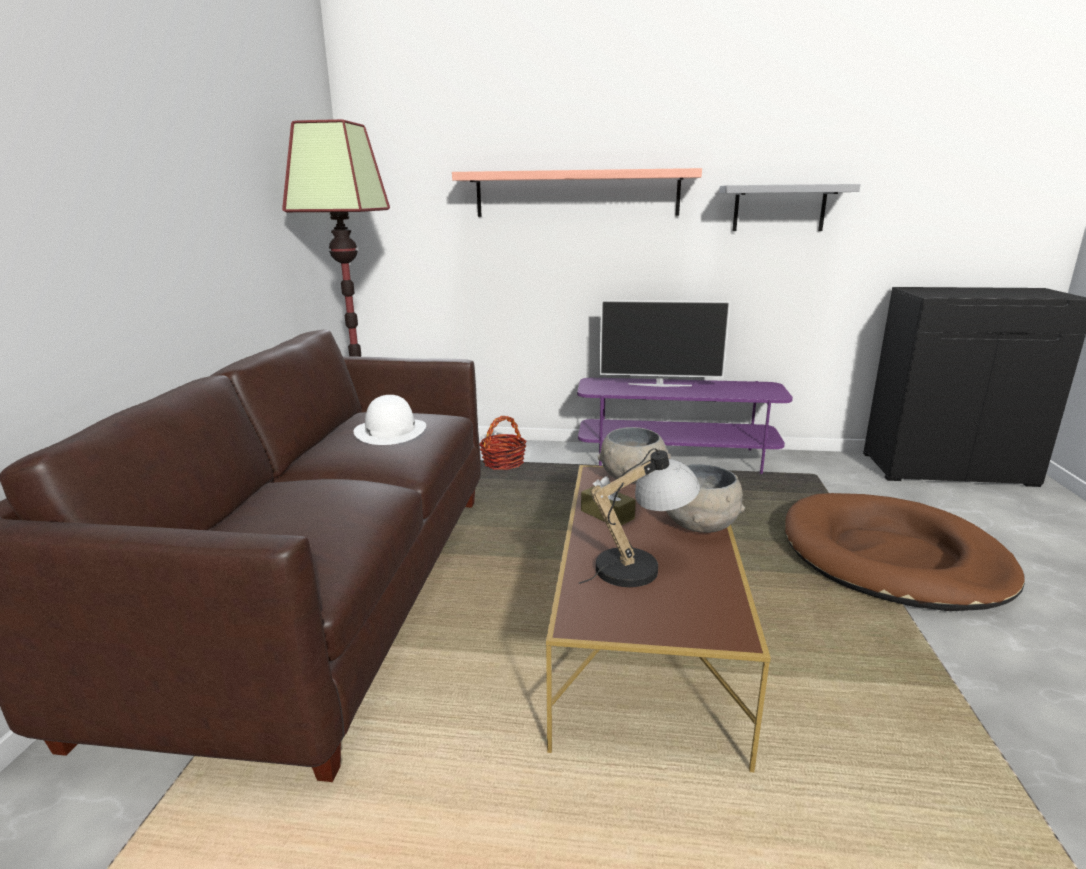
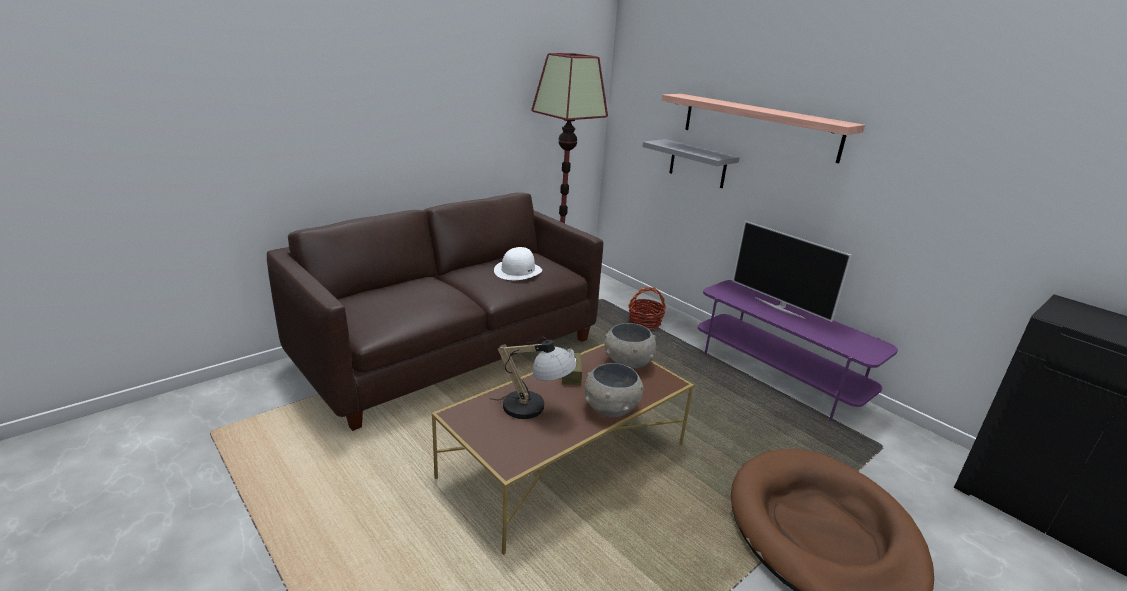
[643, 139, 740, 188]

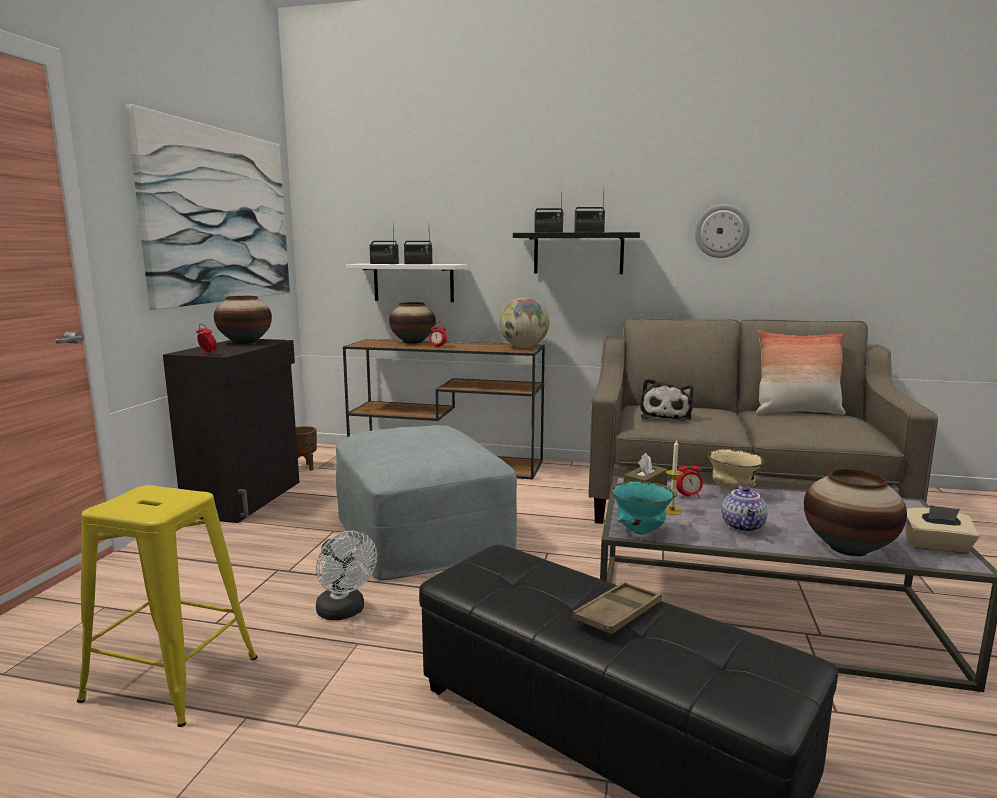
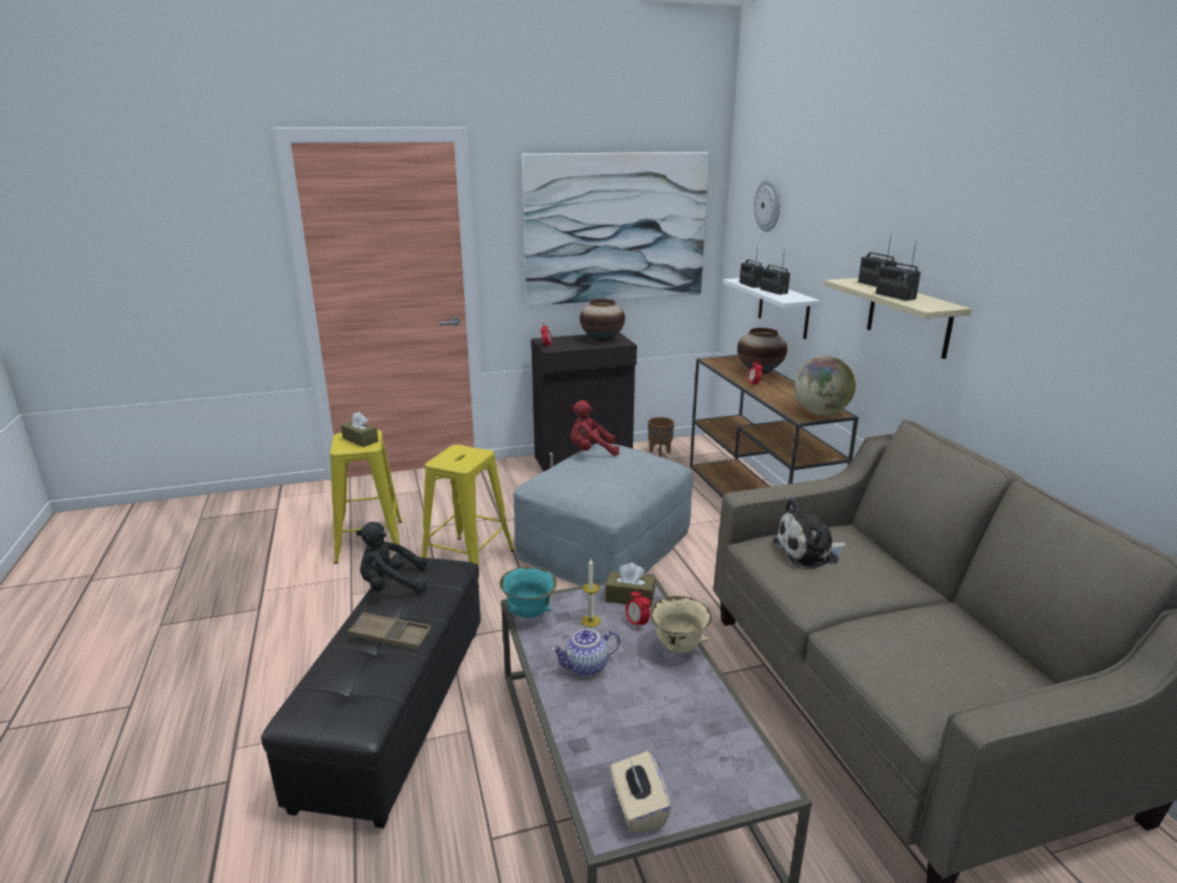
[754, 179, 780, 232]
[824, 278, 972, 359]
[756, 330, 846, 415] (first image)
[804, 469, 907, 556] (first image)
[421, 445, 514, 587]
[570, 400, 619, 456]
[341, 412, 378, 447]
[356, 522, 427, 594]

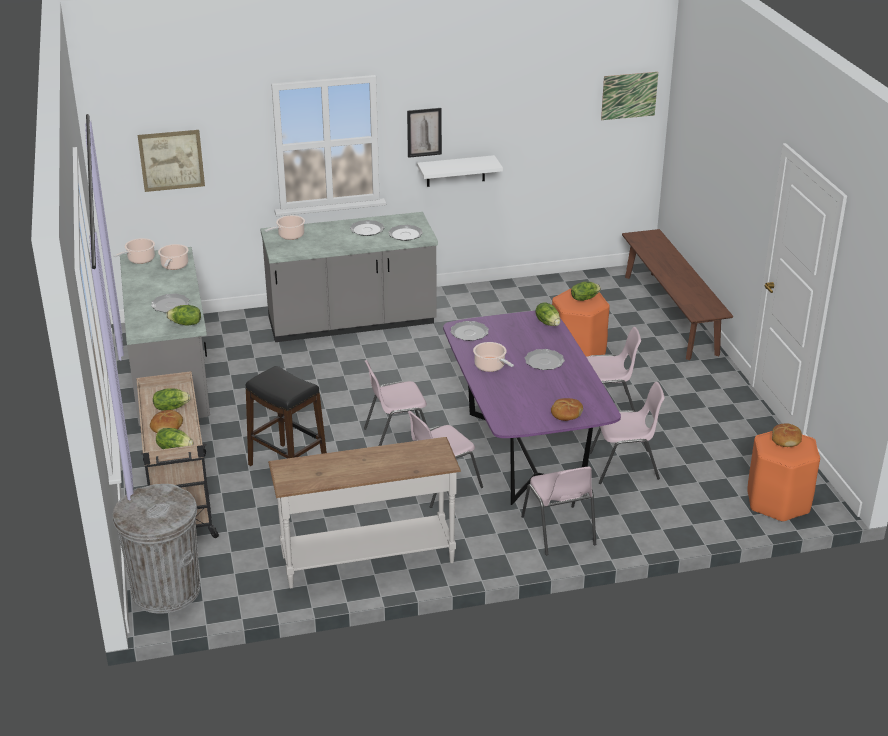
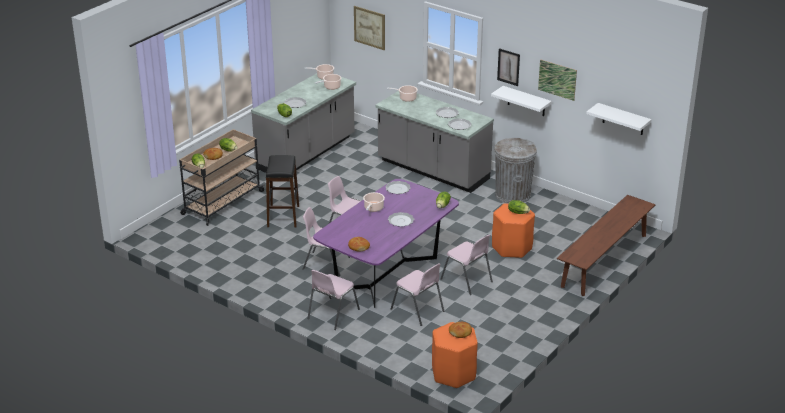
[538, 60, 577, 101]
[268, 437, 461, 588] (first image)
[494, 138, 537, 204]
[586, 103, 651, 135]

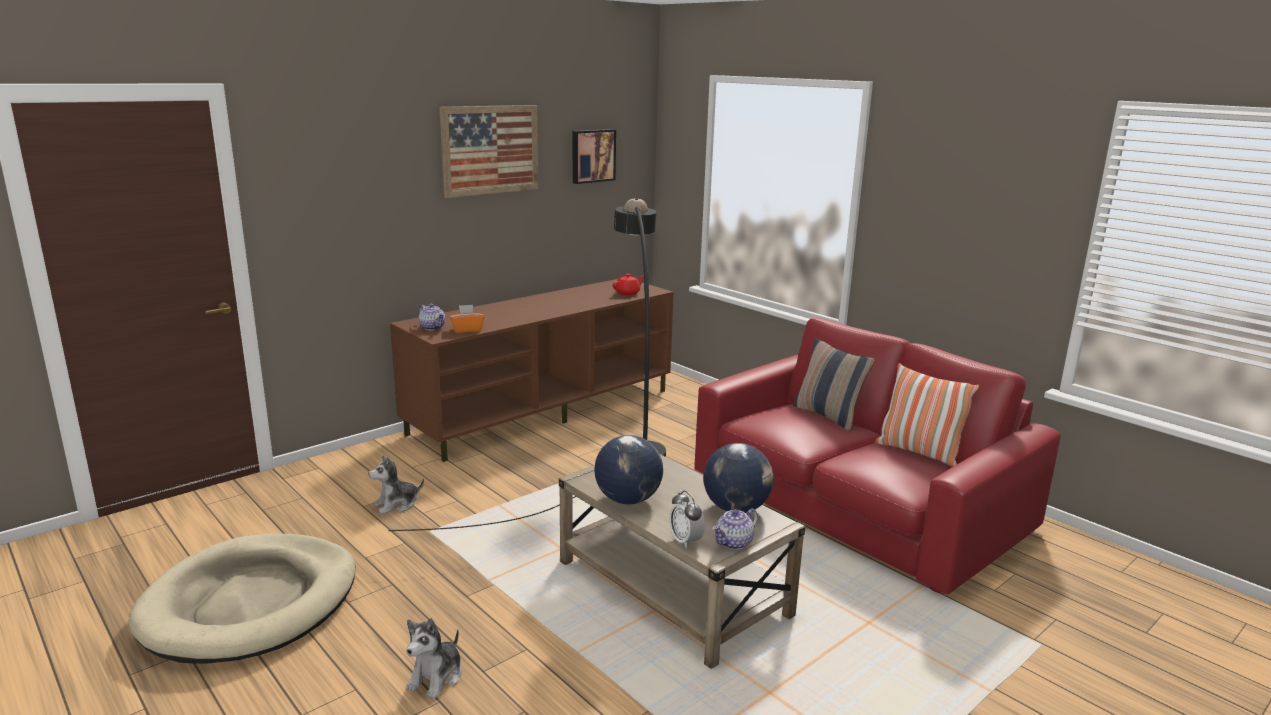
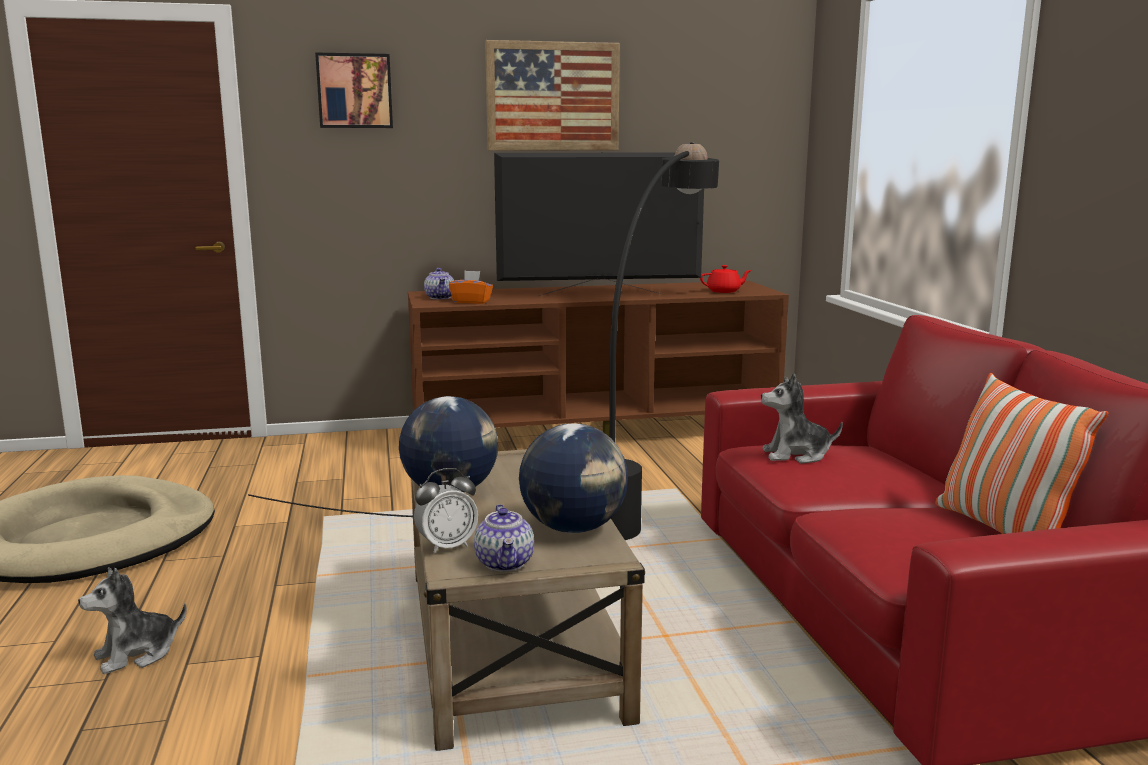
[315, 52, 393, 128]
[793, 338, 875, 431] (first image)
[761, 373, 843, 464]
[414, 468, 478, 554]
[474, 504, 534, 572]
[494, 153, 704, 296]

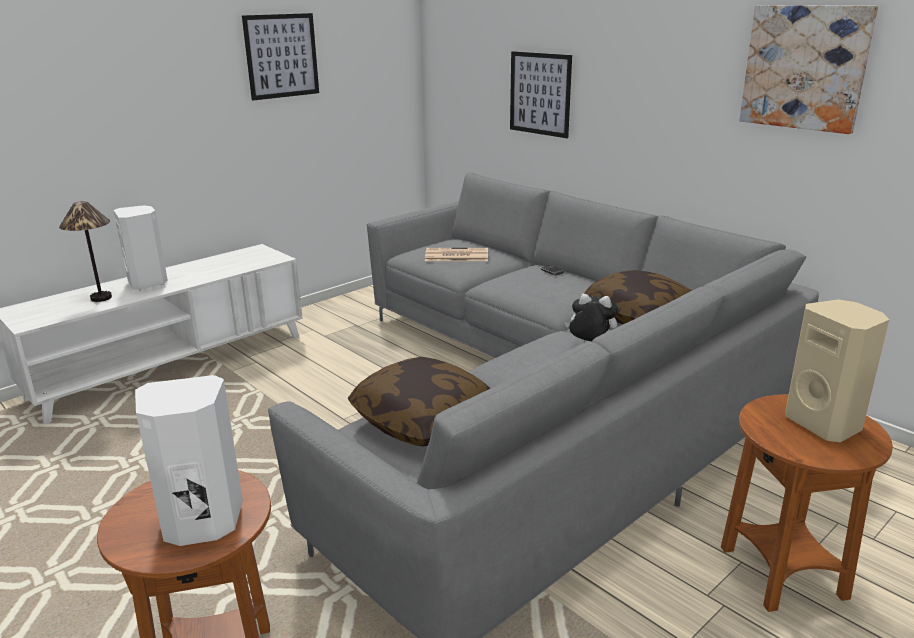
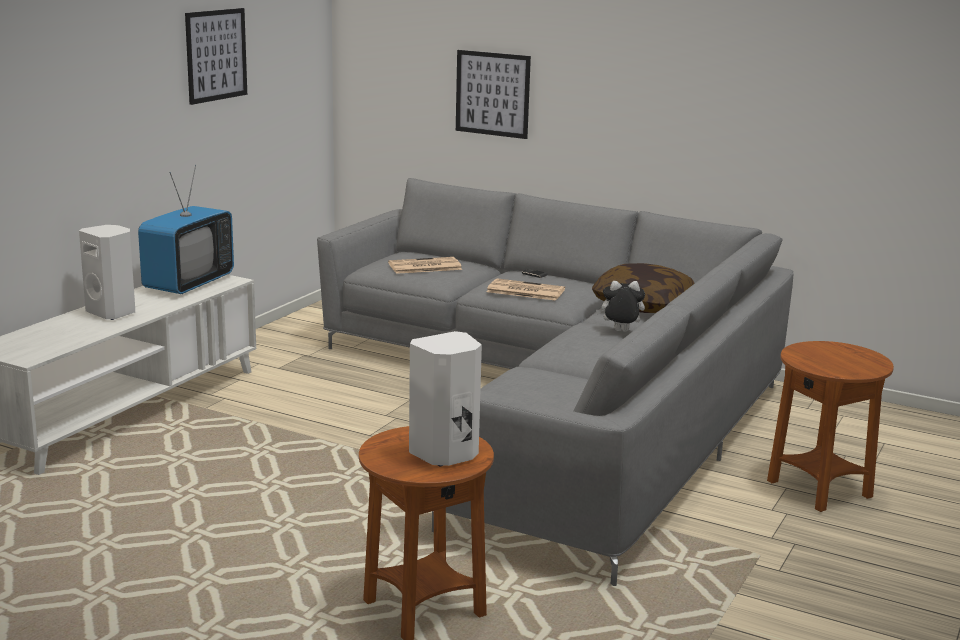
[739, 5, 878, 134] (first image)
[59, 201, 112, 302] (first image)
[785, 299, 889, 442] (first image)
[348, 357, 490, 446] (first image)
[138, 165, 234, 294]
[486, 278, 565, 301]

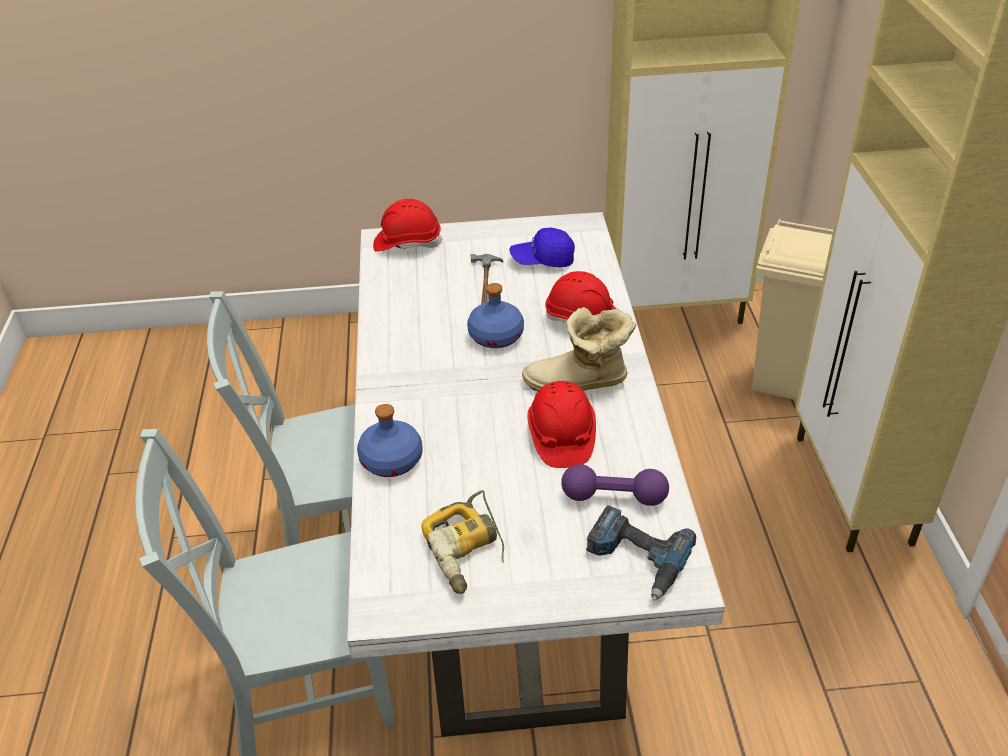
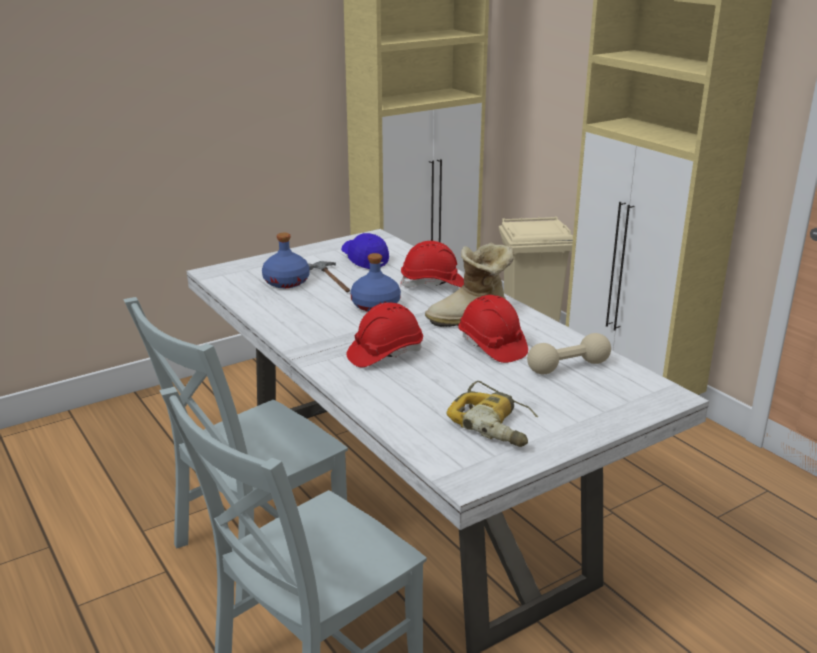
[346, 302, 423, 367]
[341, 233, 389, 269]
[262, 233, 310, 288]
[527, 333, 611, 374]
[586, 505, 696, 600] (first image)

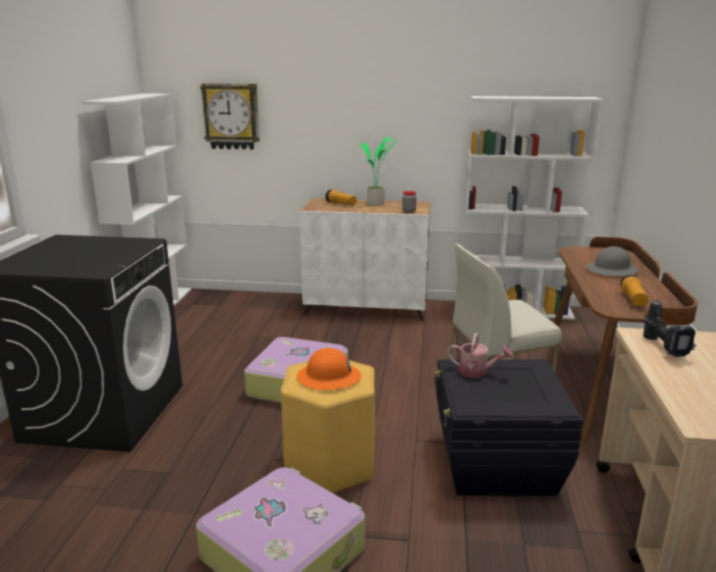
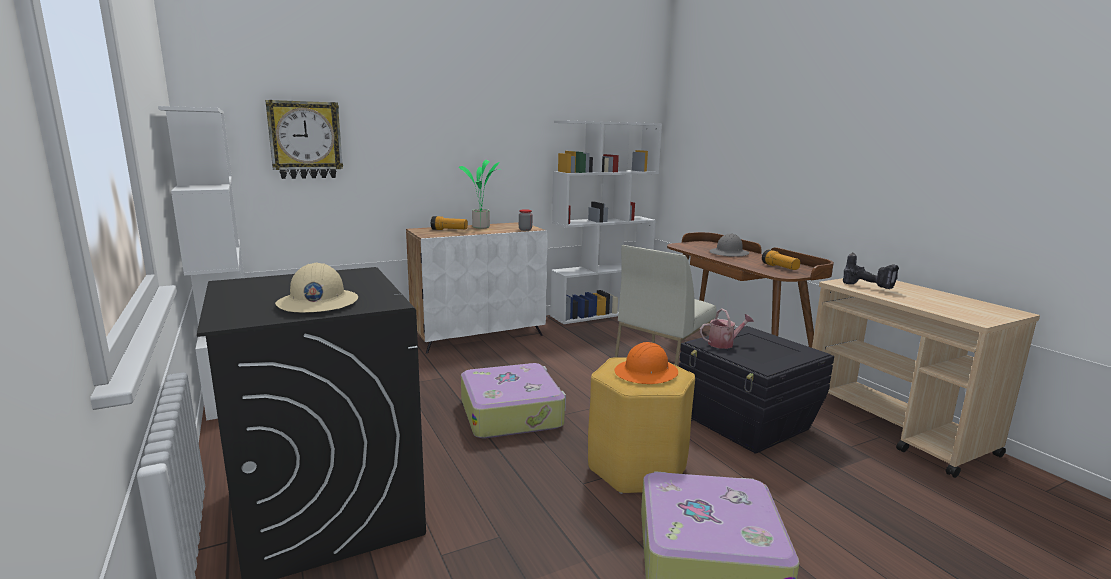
[275, 263, 358, 313]

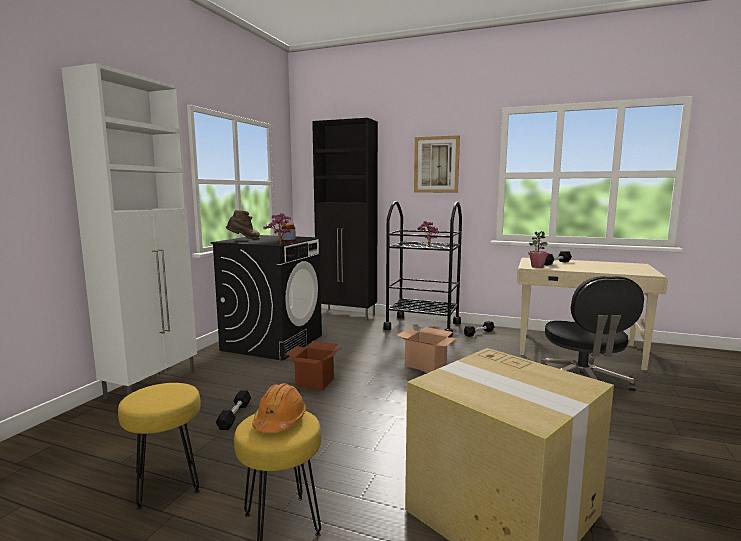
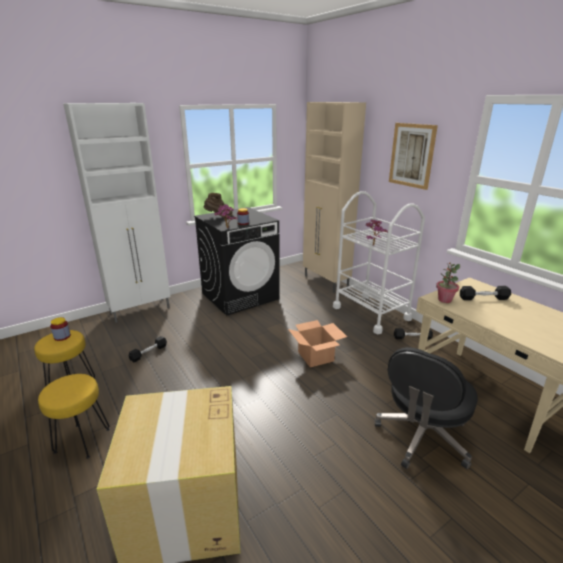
[303, 102, 366, 292]
[333, 191, 425, 334]
[285, 341, 341, 390] (first image)
[252, 383, 306, 432] (first image)
[50, 317, 71, 341]

